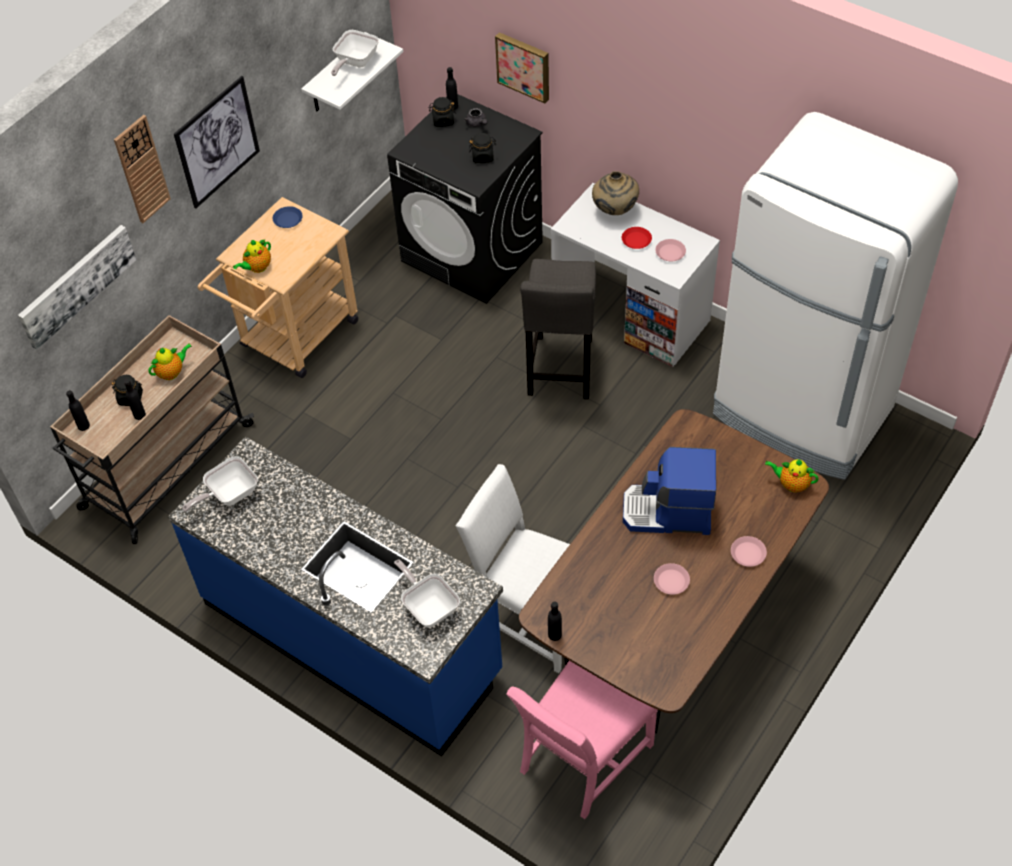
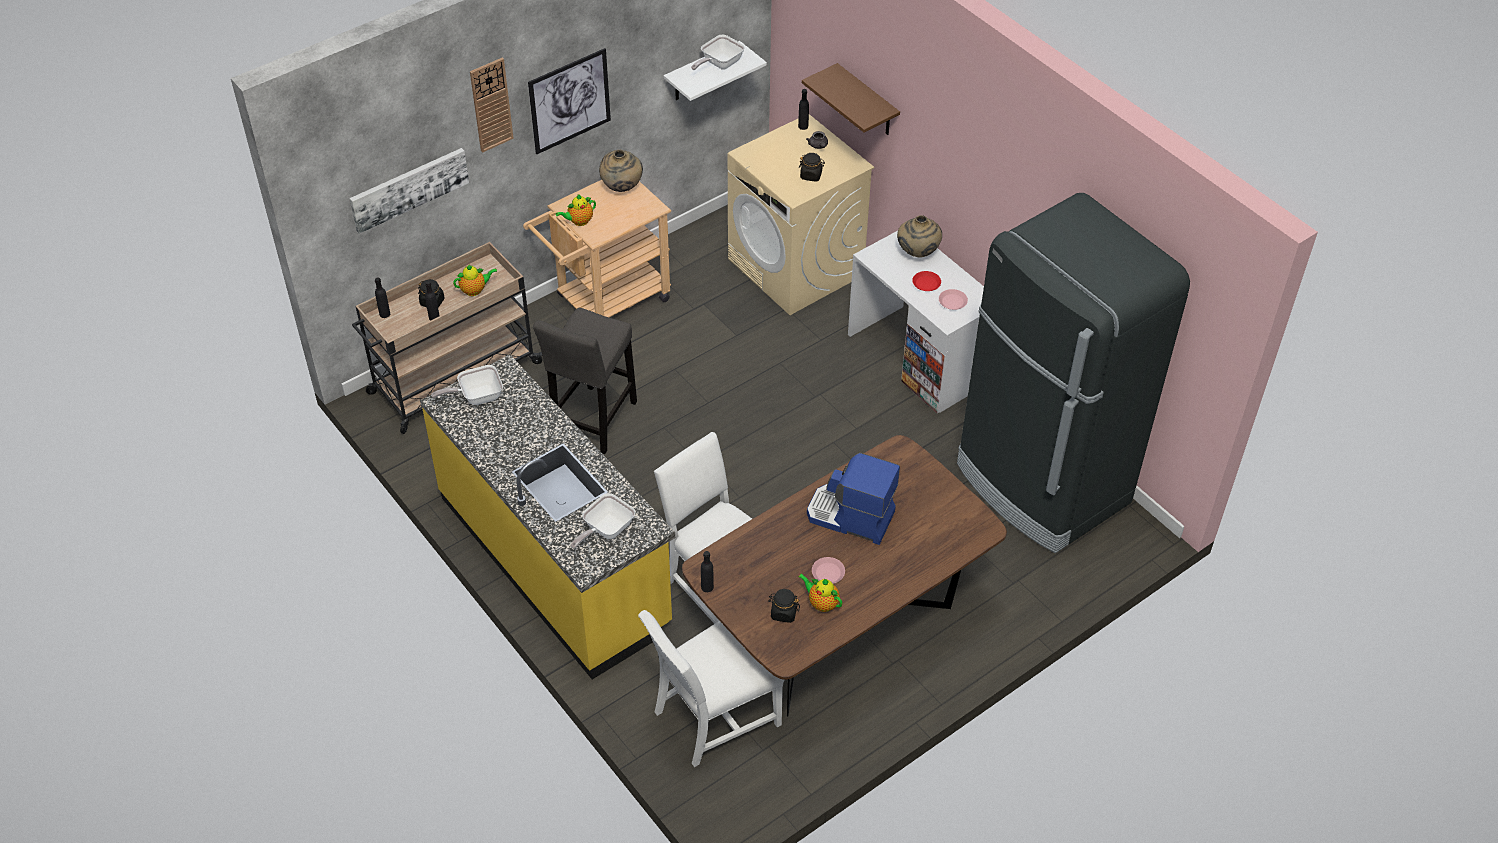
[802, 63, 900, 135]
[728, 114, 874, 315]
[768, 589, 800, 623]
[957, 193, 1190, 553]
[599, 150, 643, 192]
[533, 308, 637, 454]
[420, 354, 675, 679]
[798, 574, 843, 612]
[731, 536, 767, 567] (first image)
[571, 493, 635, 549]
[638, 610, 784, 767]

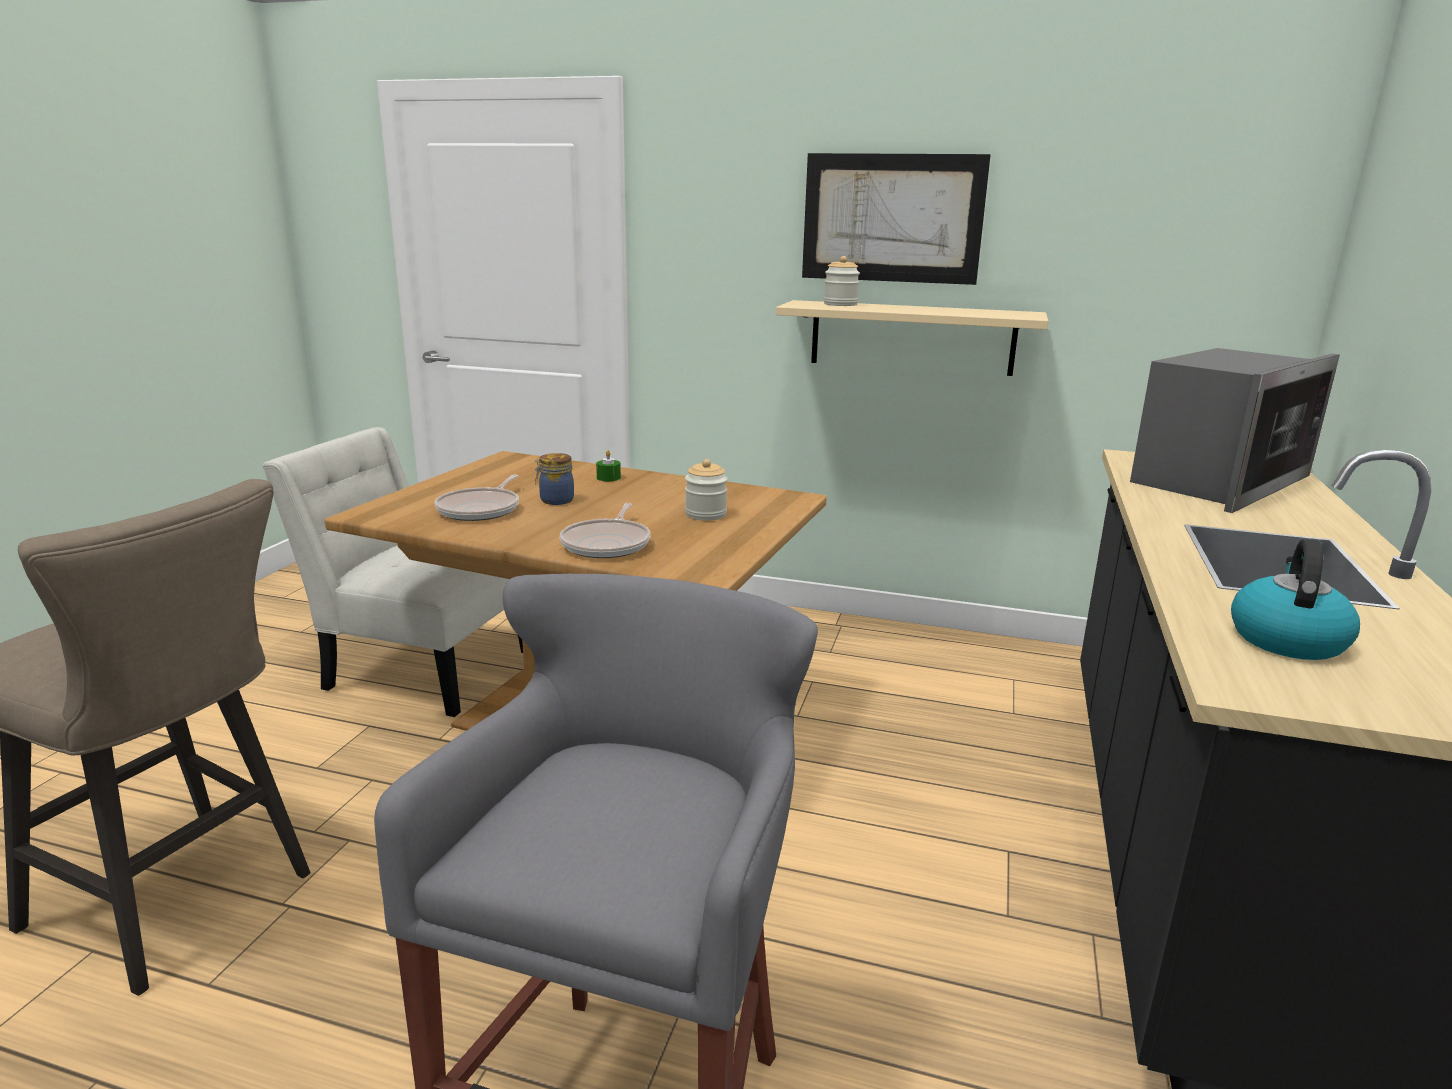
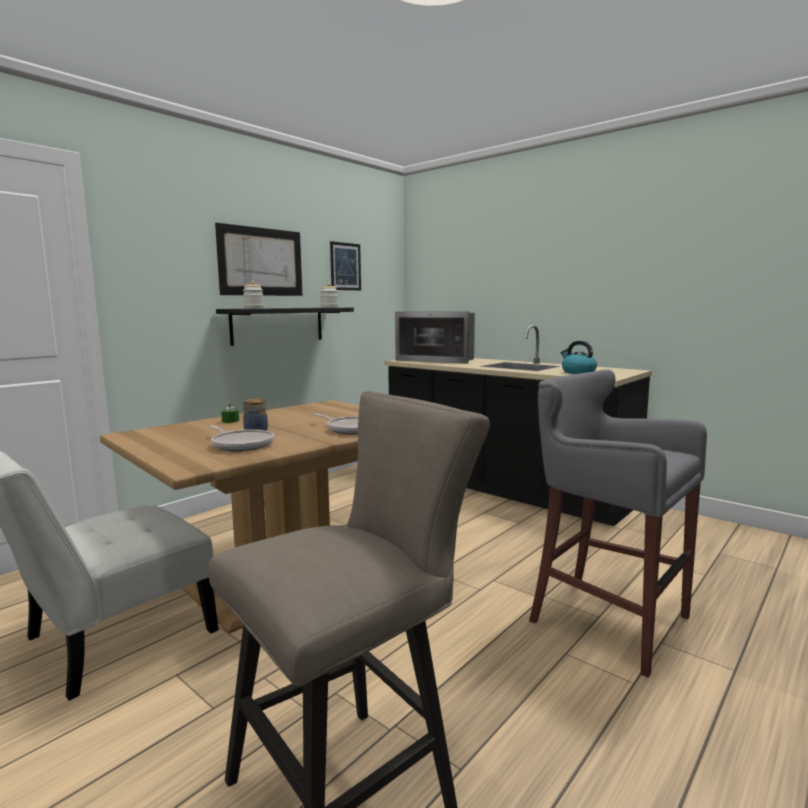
[216, 308, 354, 346]
[395, 312, 475, 364]
[320, 283, 338, 308]
[330, 241, 361, 290]

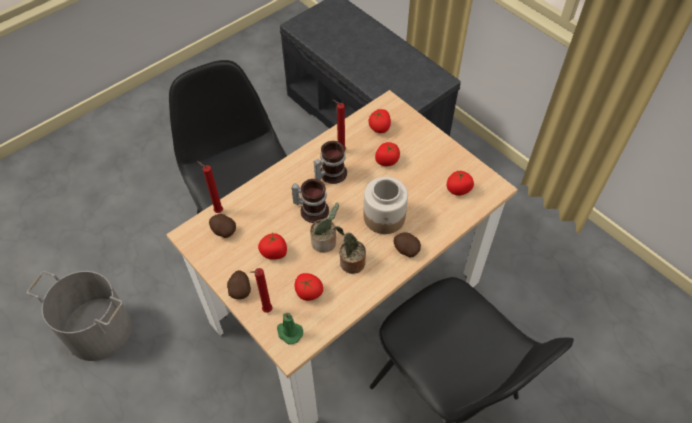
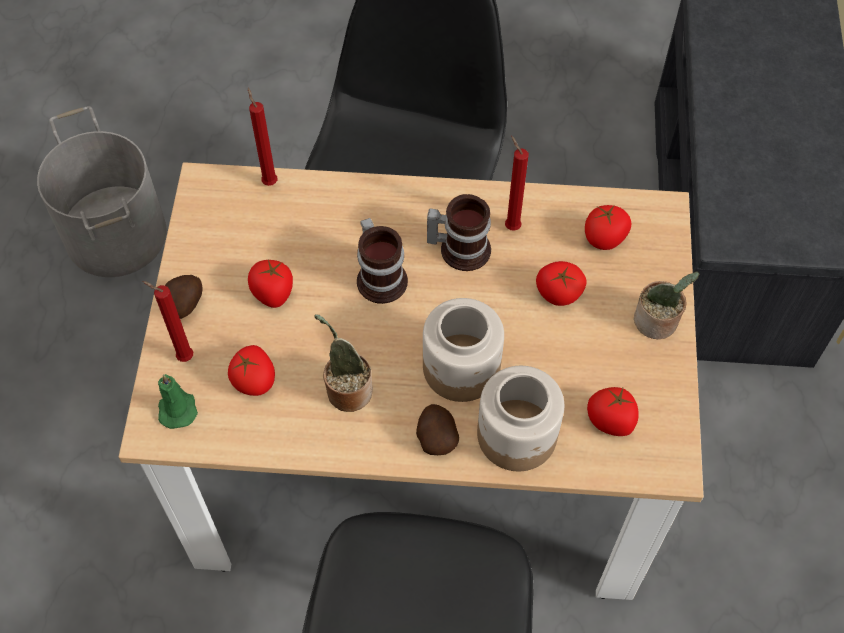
[634, 272, 699, 339]
[209, 214, 236, 238] (first image)
[477, 366, 564, 471]

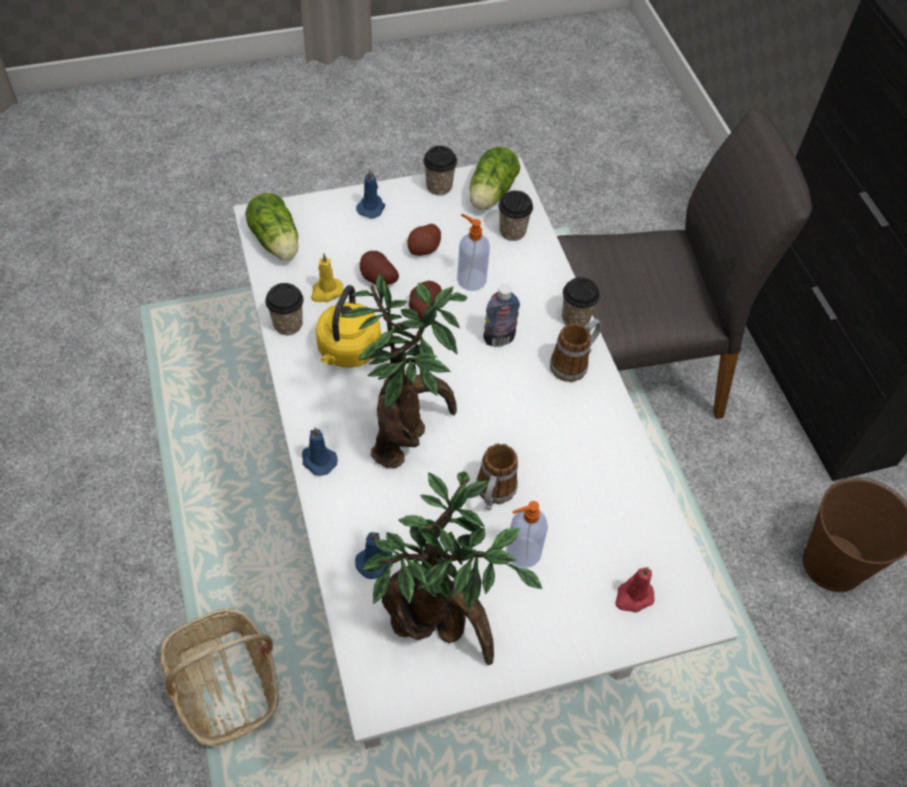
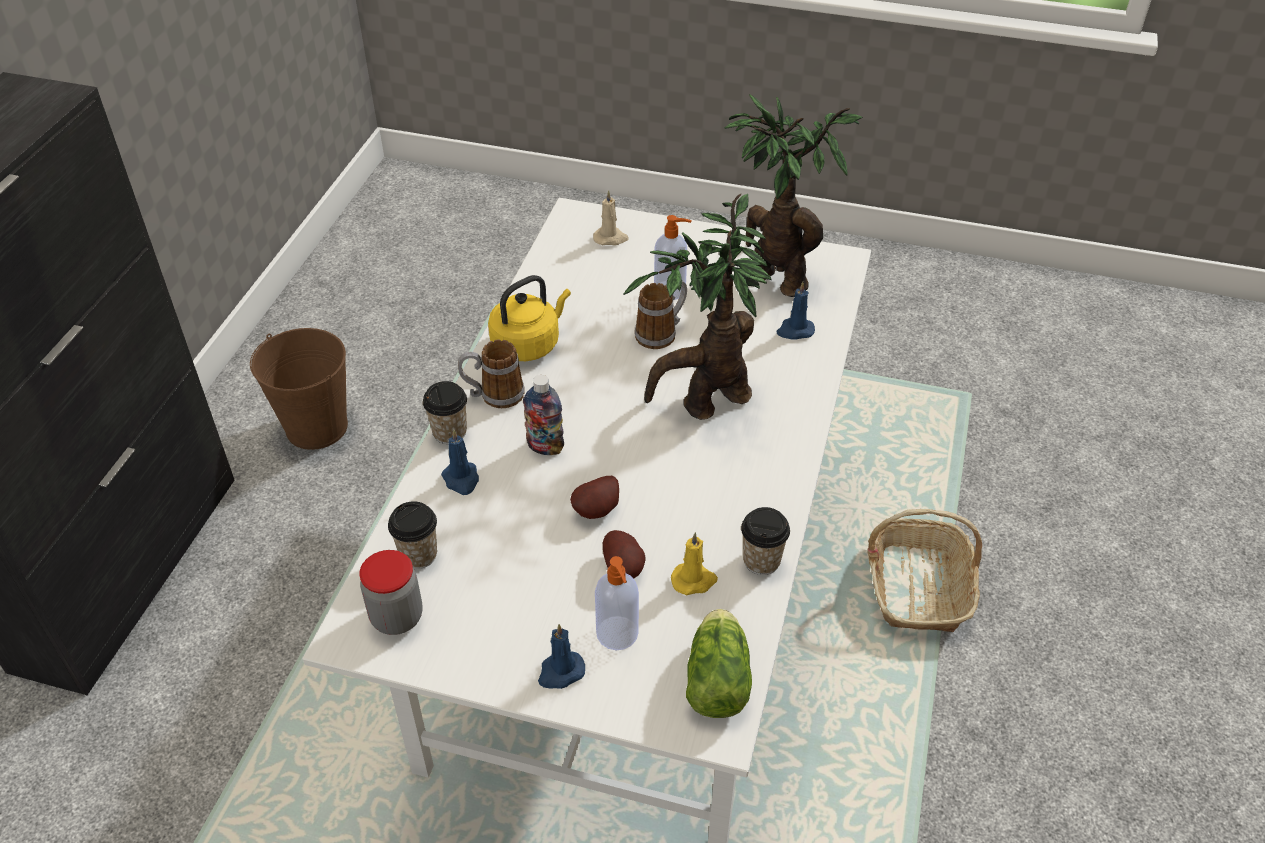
[557, 108, 812, 419] (first image)
[423, 146, 457, 196] (first image)
[359, 550, 423, 635]
[595, 556, 639, 650]
[407, 224, 441, 256] (first image)
[488, 275, 571, 361]
[441, 429, 479, 495]
[593, 190, 629, 246]

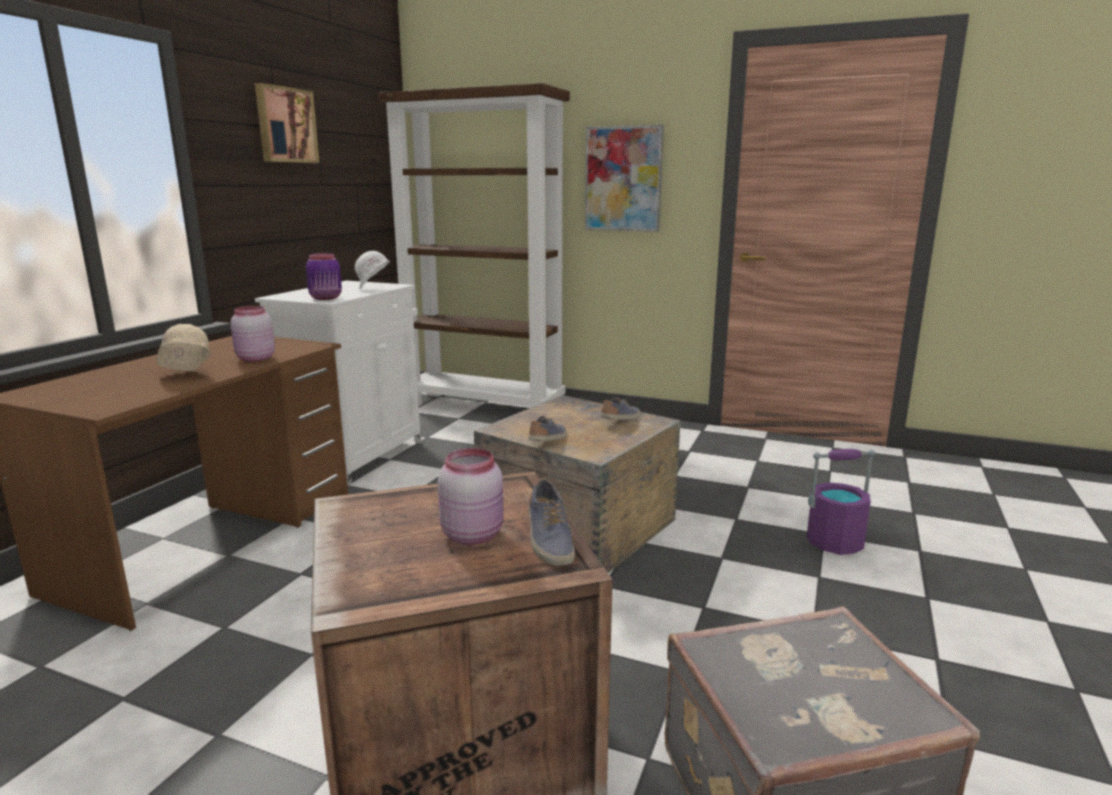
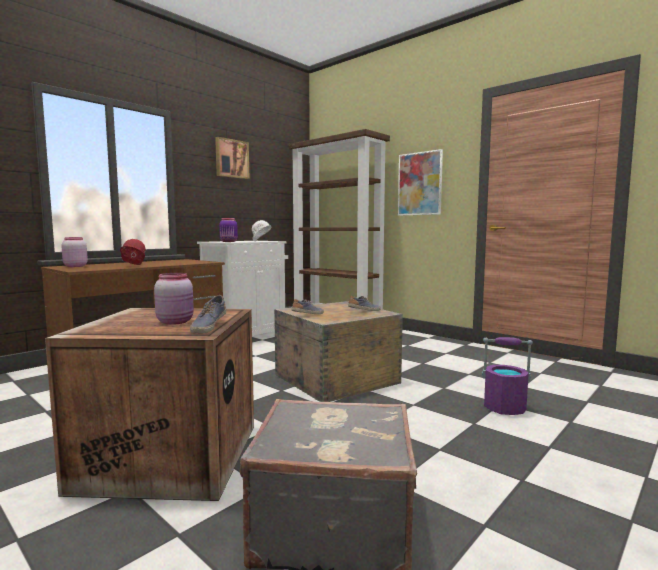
[61, 237, 88, 267]
[120, 239, 146, 265]

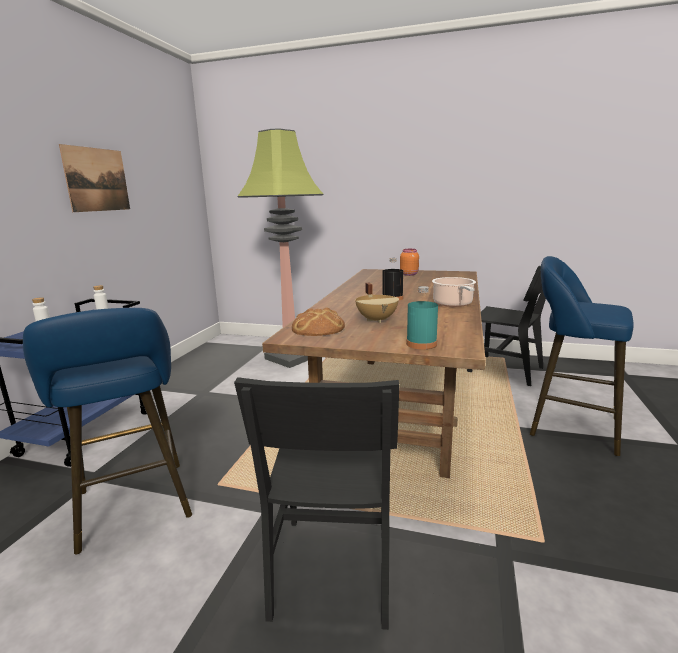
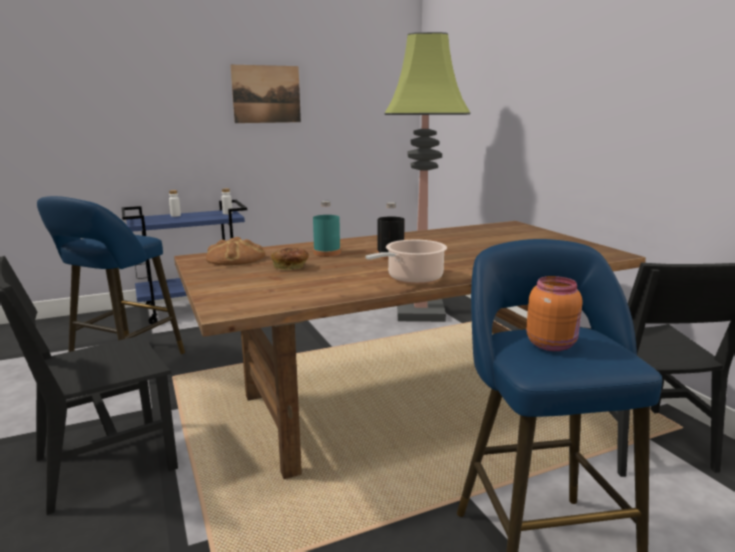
[526, 276, 582, 351]
[271, 247, 309, 270]
[313, 201, 341, 257]

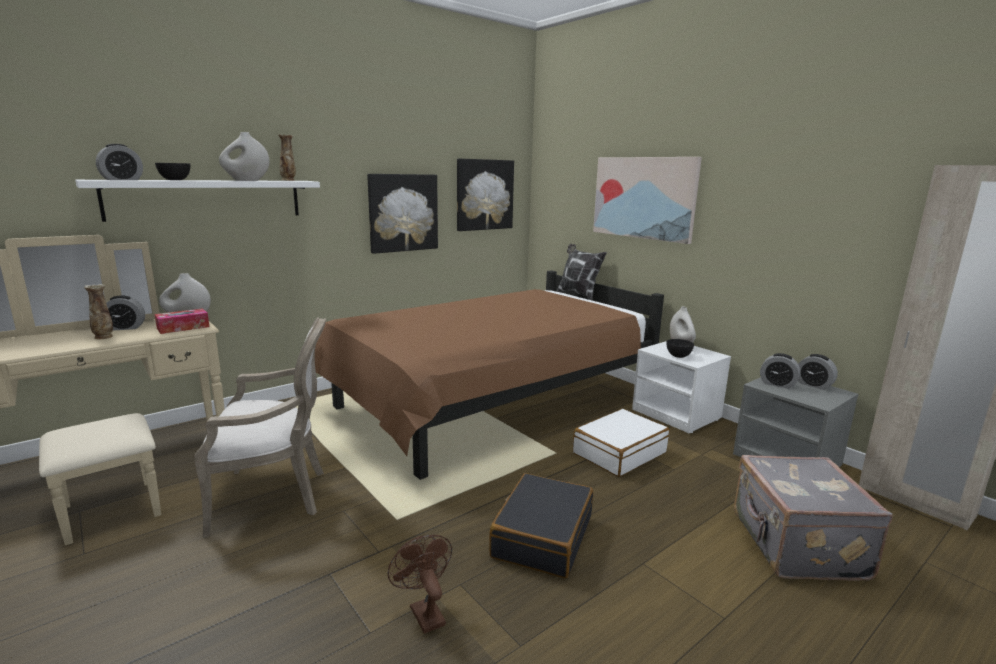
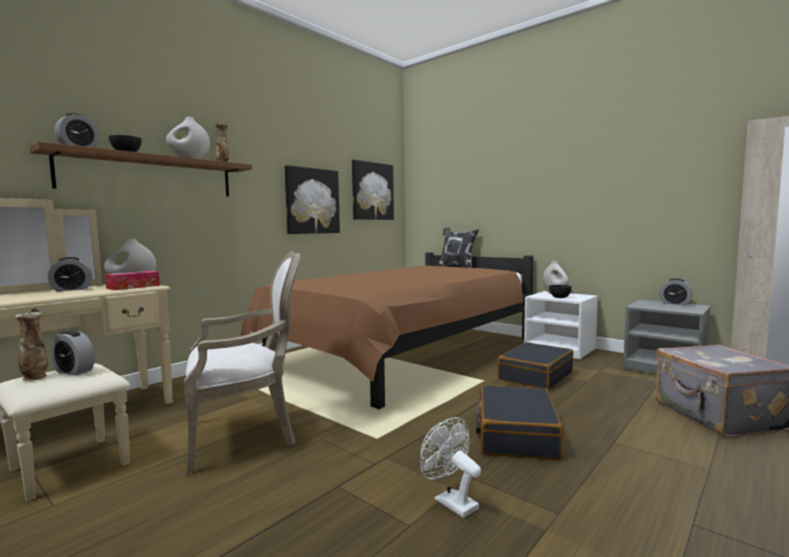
[593, 157, 702, 244] (first image)
[30, 142, 252, 197]
[15, 312, 48, 381]
[50, 330, 95, 375]
[498, 342, 573, 390]
[420, 417, 481, 518]

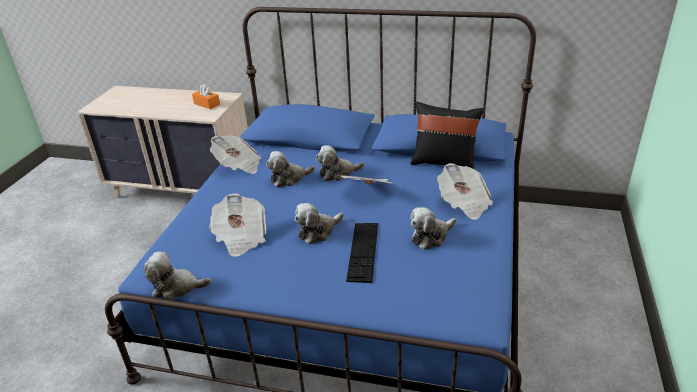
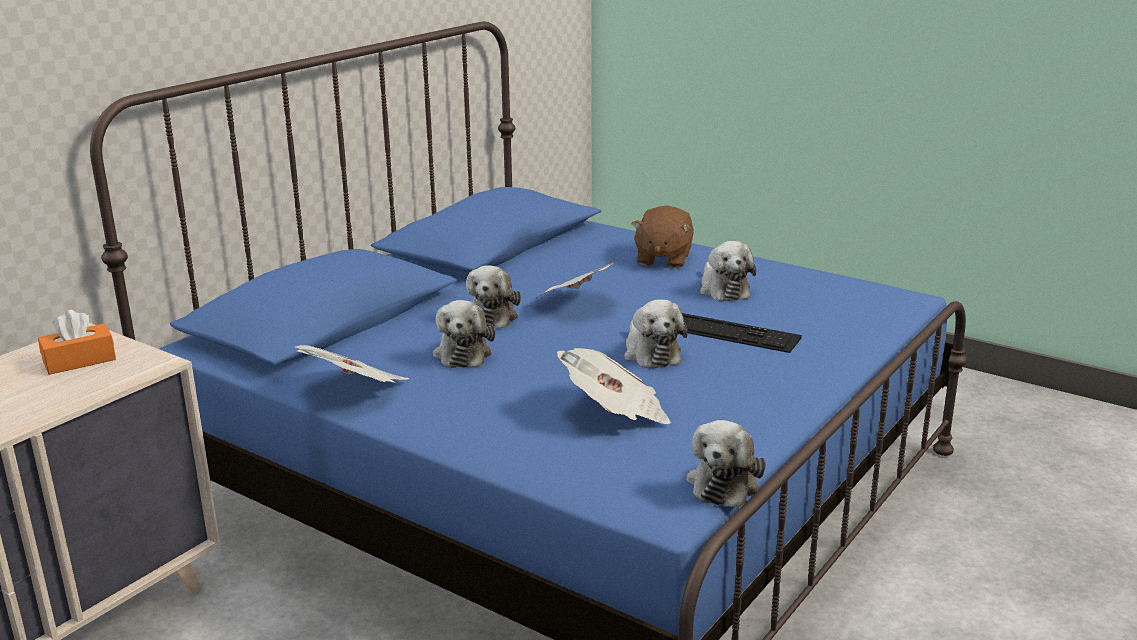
[410, 102, 483, 169] (first image)
[631, 205, 694, 268]

